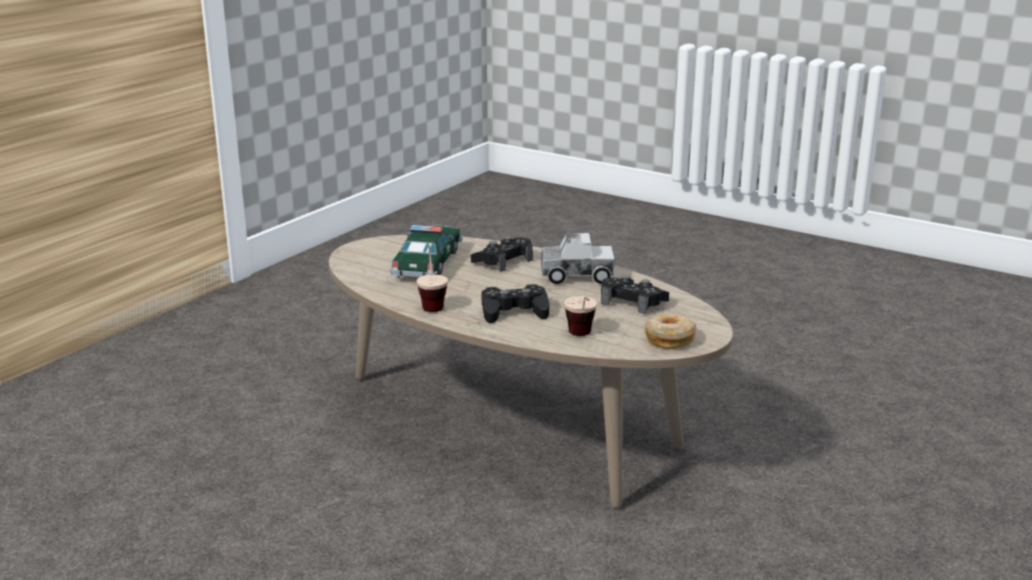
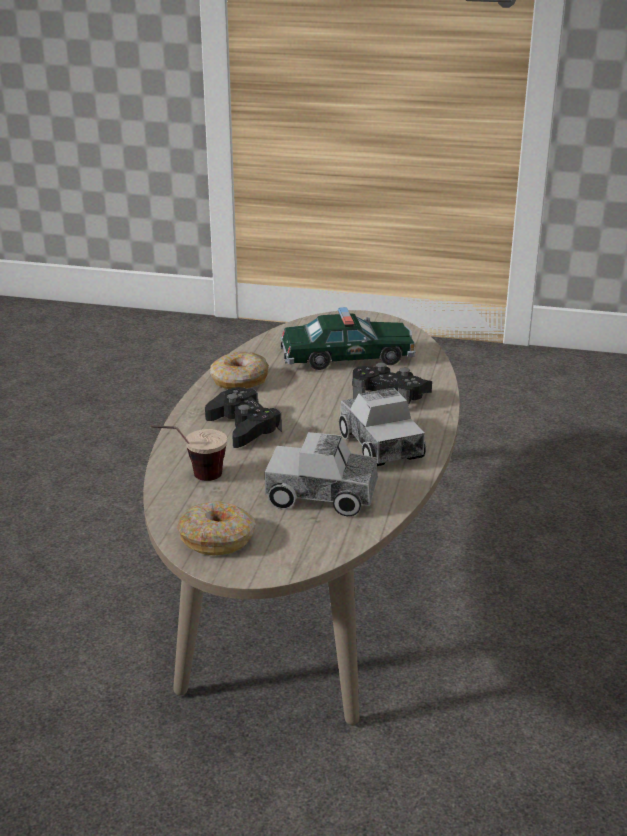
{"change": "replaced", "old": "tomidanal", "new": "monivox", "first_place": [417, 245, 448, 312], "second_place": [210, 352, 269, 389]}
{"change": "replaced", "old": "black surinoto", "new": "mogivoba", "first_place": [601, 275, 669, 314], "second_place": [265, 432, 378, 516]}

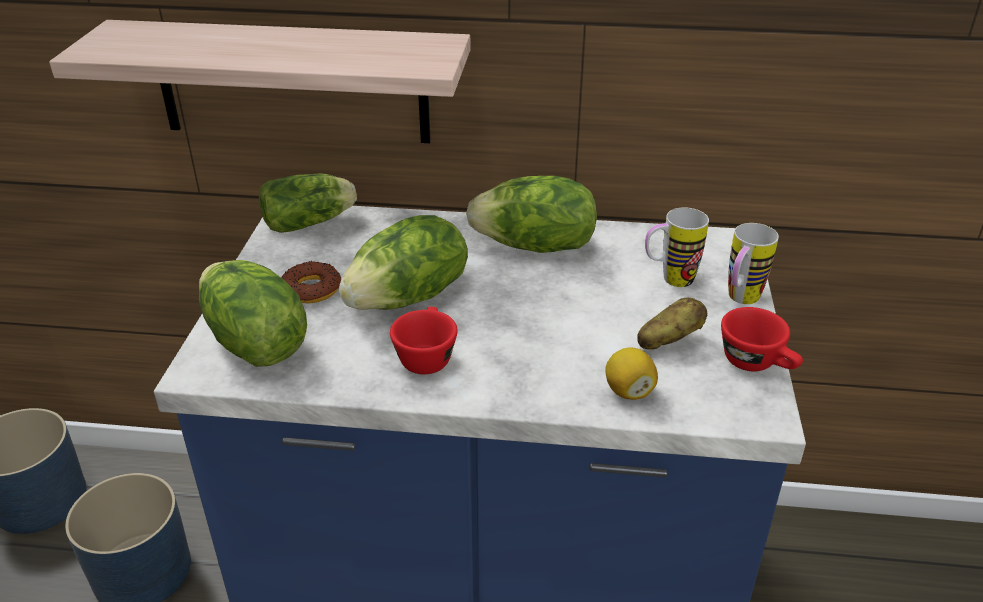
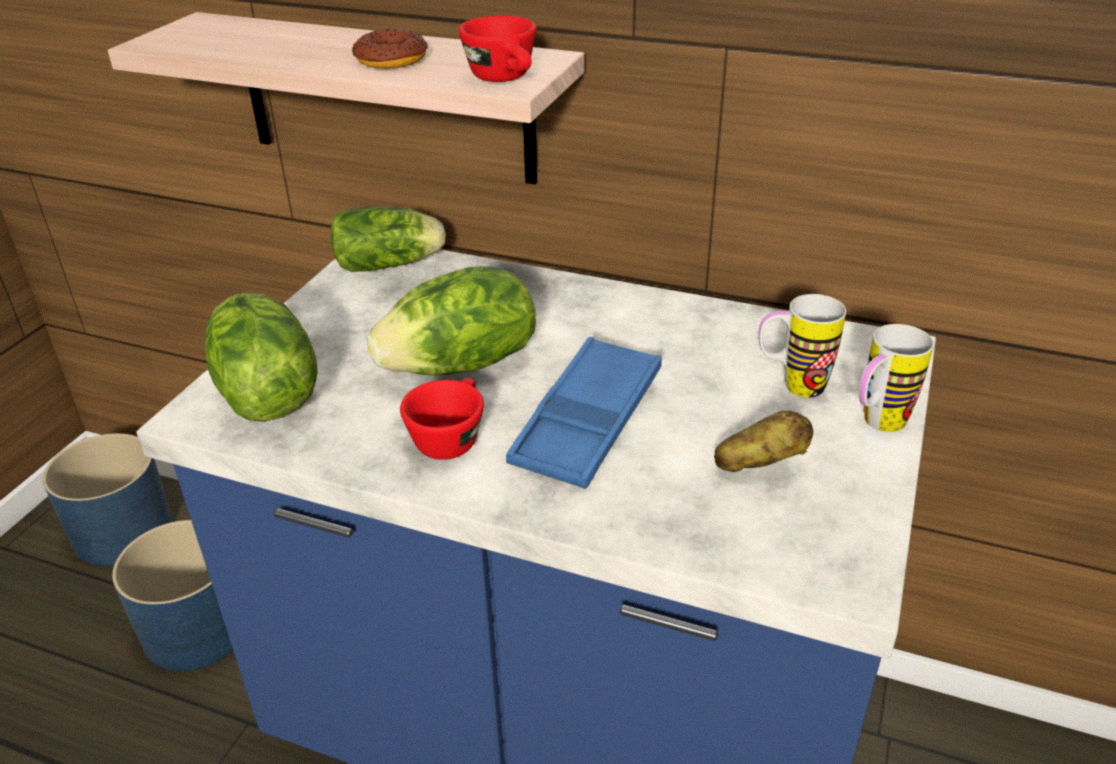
{"change": "moved", "old": "monivox", "first_place": [281, 261, 341, 303], "second_place": [352, 29, 428, 69]}
{"change": "moved", "old": "red tomidanal", "first_place": [721, 307, 803, 371], "second_place": [459, 16, 537, 82]}
{"change": "added", "new": "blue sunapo", "second_place": [506, 337, 662, 489]}
{"change": "removed", "old": "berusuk", "first_place": [466, 176, 597, 253]}
{"change": "removed", "old": "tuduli", "first_place": [605, 347, 658, 400]}

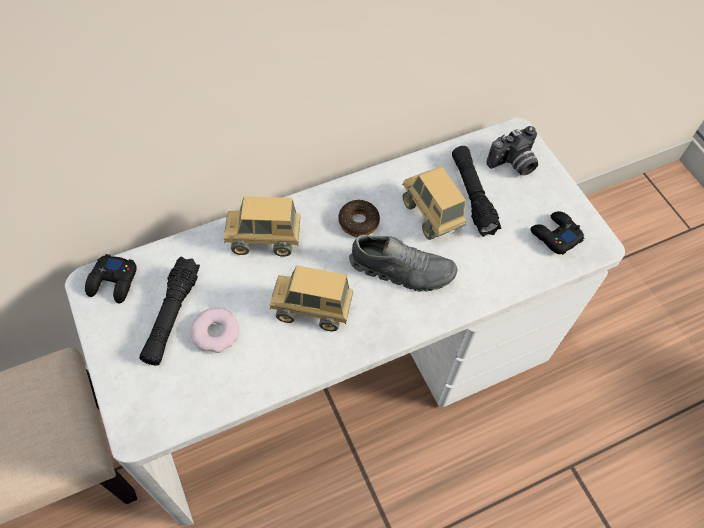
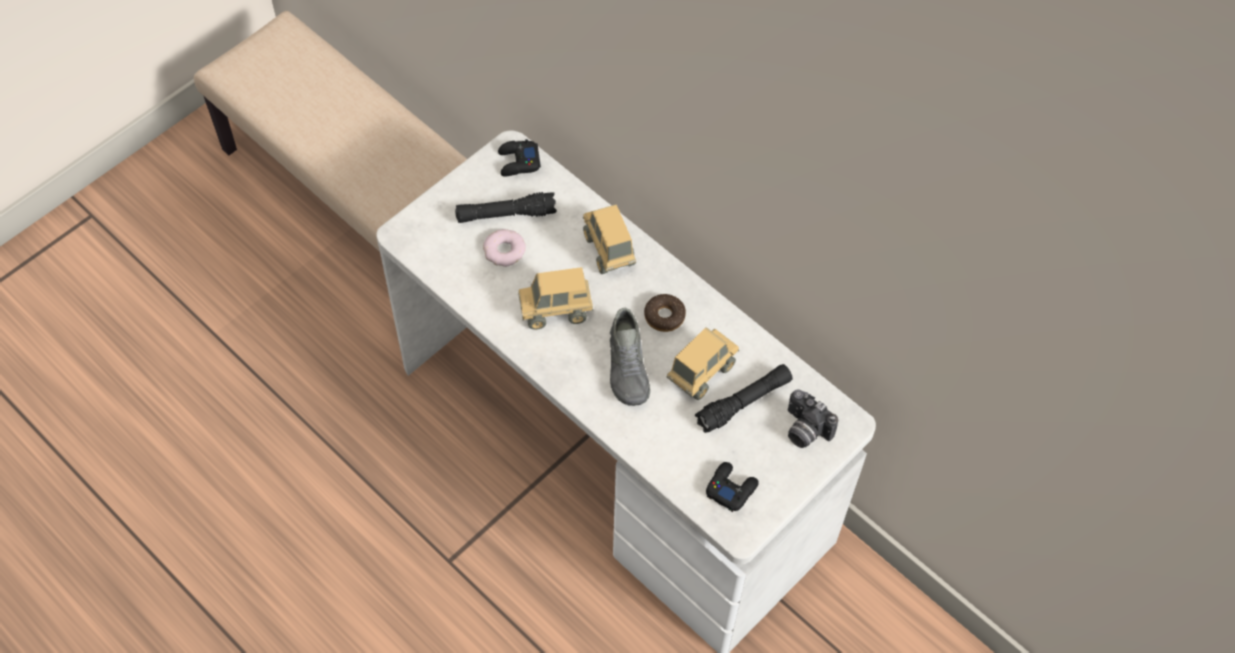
{"change": "turned", "old": "mogivoba", "first_place": [270, 265, 353, 332], "second_place": [518, 267, 593, 330], "degrees": -90}

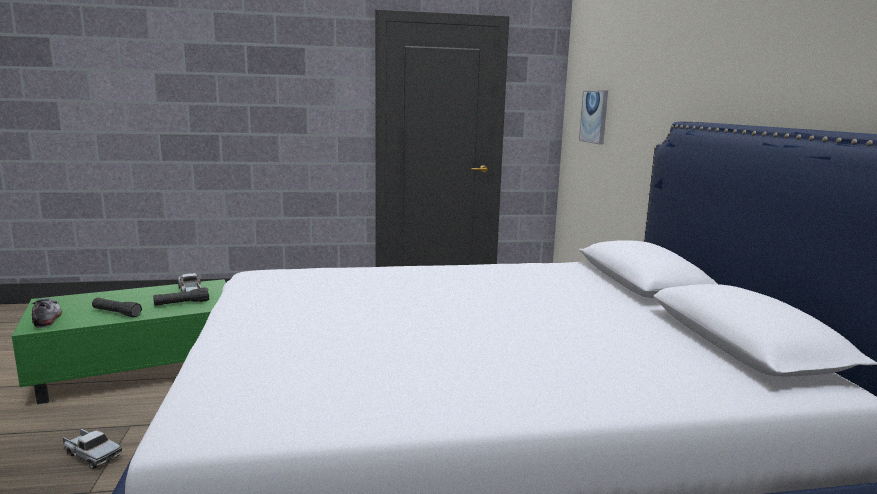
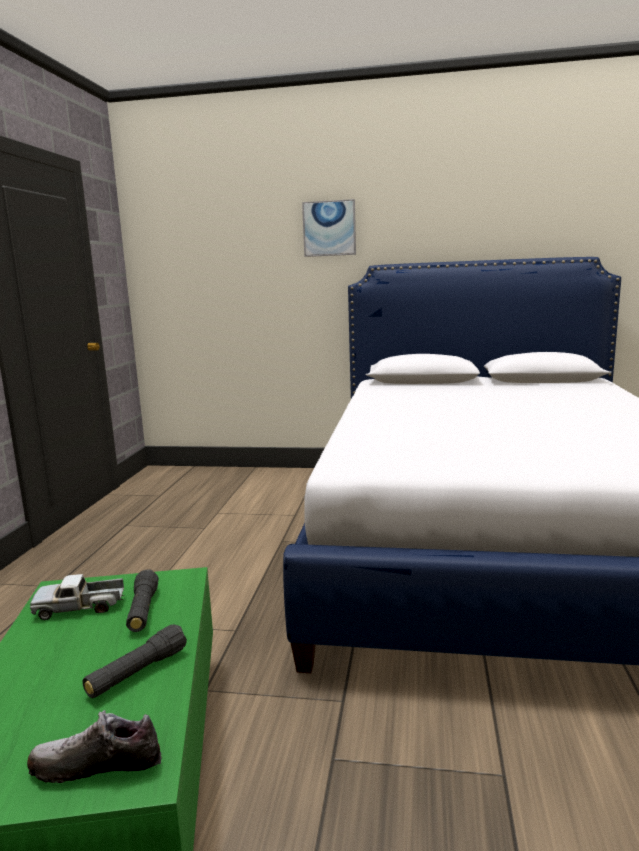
{"change": "moved", "old": "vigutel", "first_place": [579, 90, 608, 145], "second_place": [302, 199, 356, 257]}
{"change": "removed", "old": "mogivoba", "first_place": [62, 429, 122, 469]}

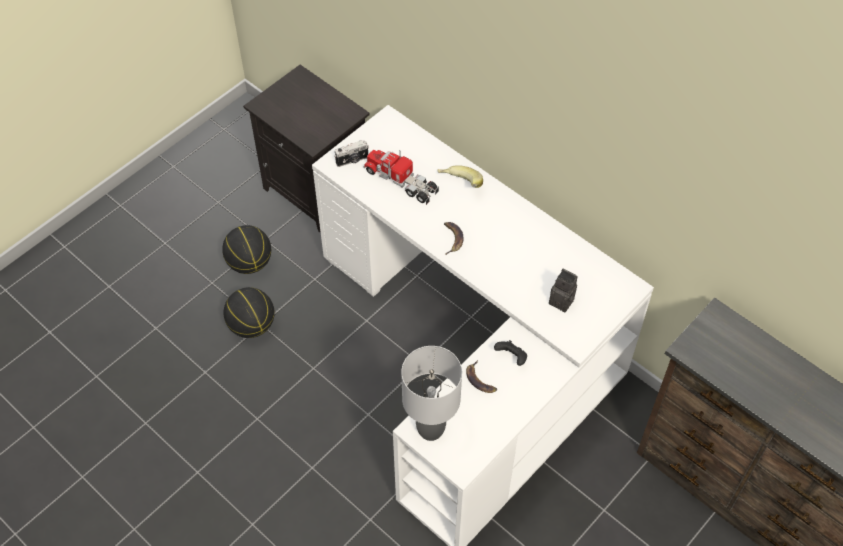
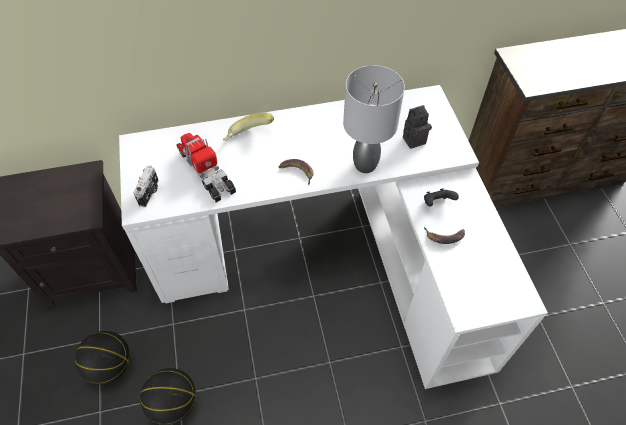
{"change": "turned", "old": "mogivoba", "first_place": [363, 150, 439, 205], "second_place": [176, 133, 236, 202], "degrees": 75}
{"change": "moved", "old": "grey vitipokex", "first_place": [401, 346, 462, 441], "second_place": [343, 65, 405, 173]}

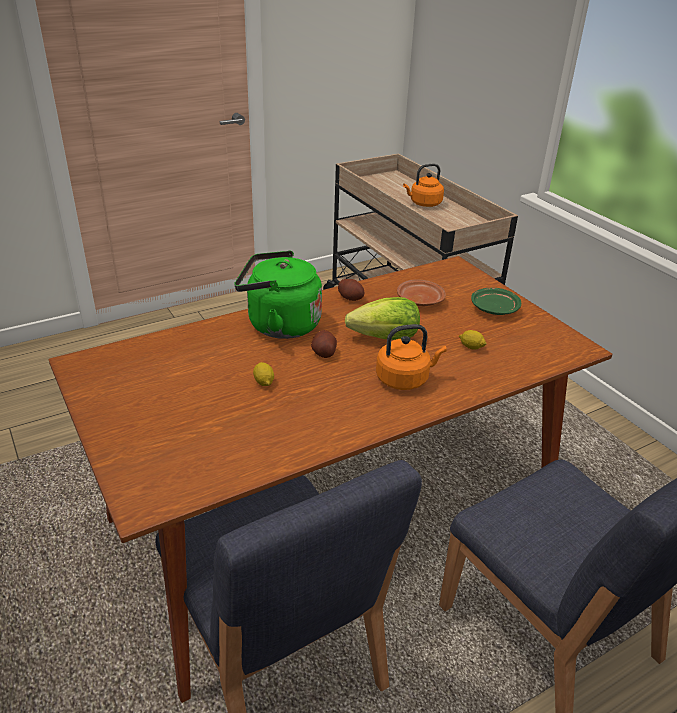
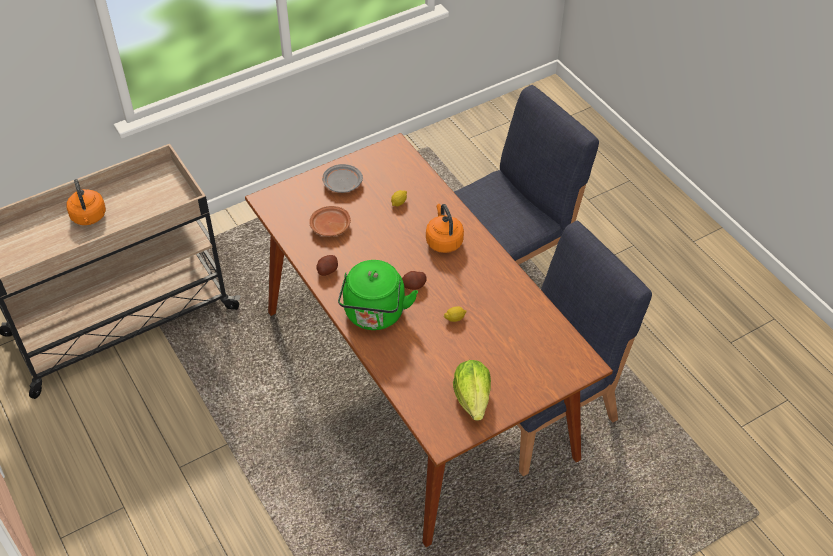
{"change": "recoloured", "old": "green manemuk", "new": "grey manemuk", "first_place": [471, 288, 521, 315], "second_place": [322, 164, 363, 193]}
{"change": "moved", "old": "berusuk", "first_place": [345, 297, 420, 340], "second_place": [453, 360, 491, 421]}

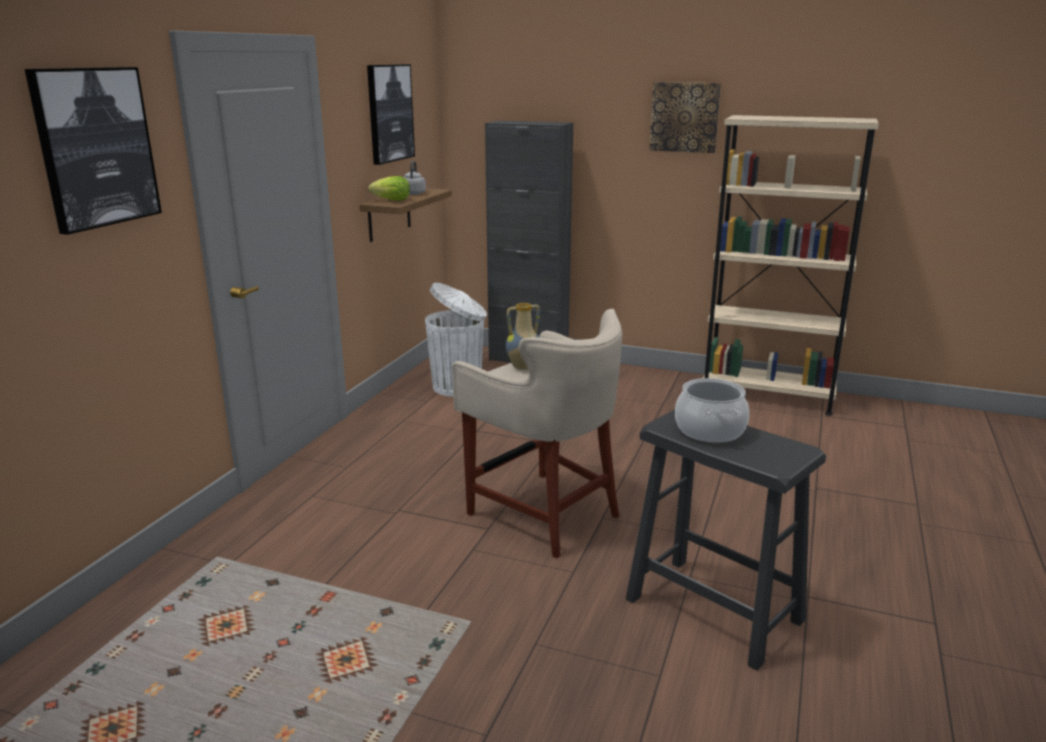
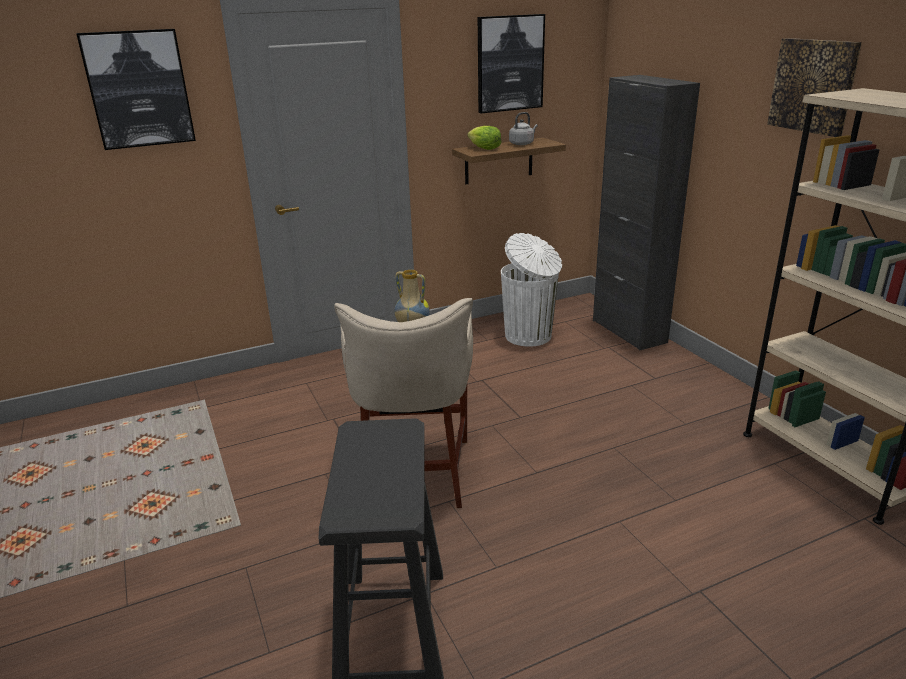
{"change": "removed", "old": "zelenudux", "first_place": [675, 378, 749, 443]}

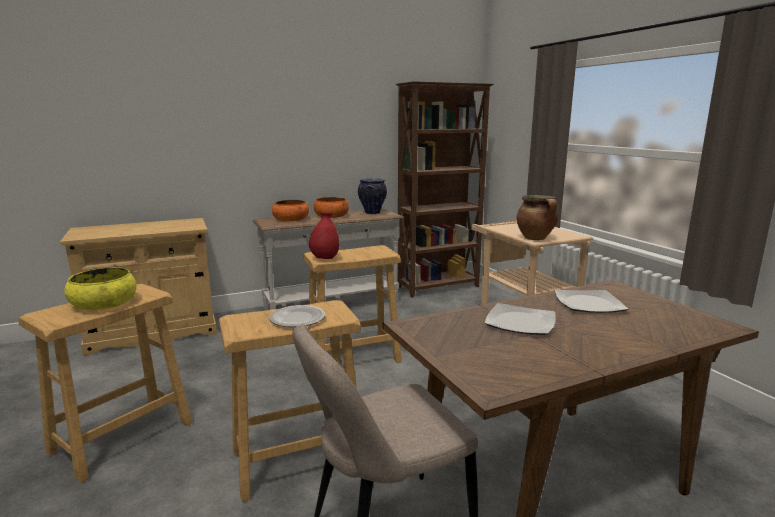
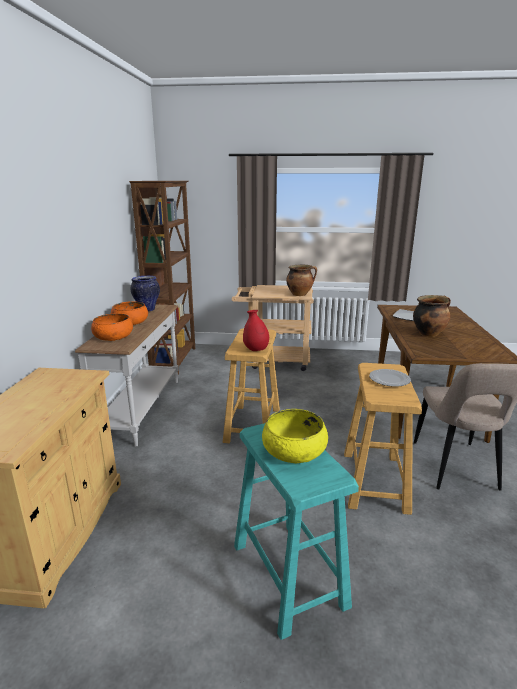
{"change": "recoloured", "old": "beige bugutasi", "new": "turquoise bugutasi", "first_place": [18, 284, 192, 483], "second_place": [234, 423, 359, 640]}
{"change": "replaced", "old": "manemuk", "new": "zelenudux", "first_place": [485, 303, 556, 335], "second_place": [413, 295, 451, 337]}

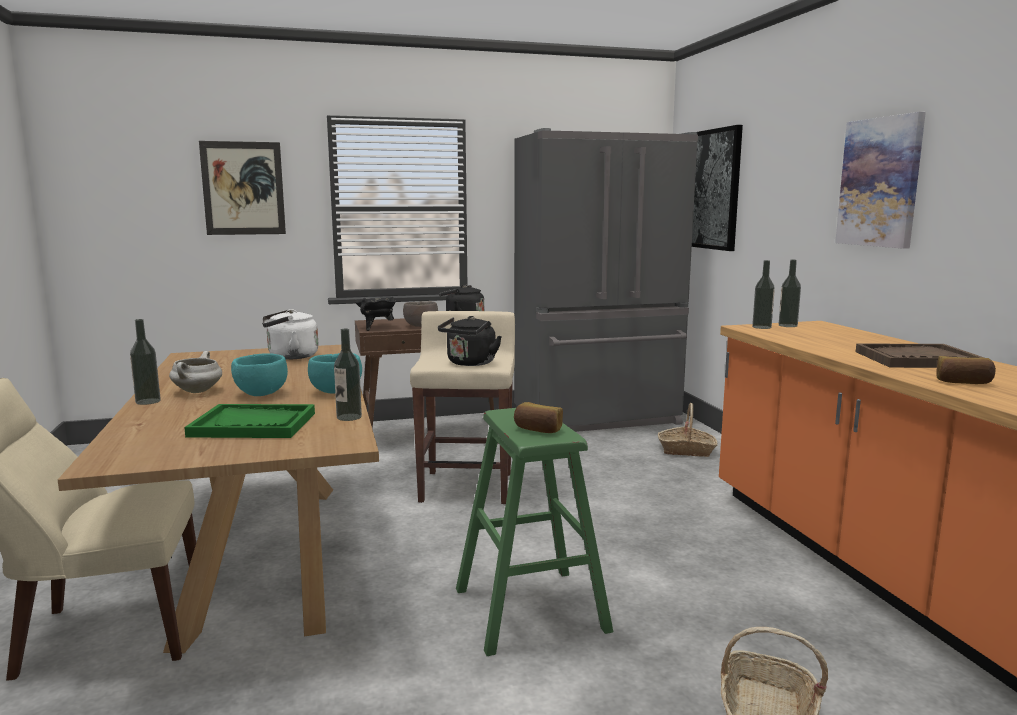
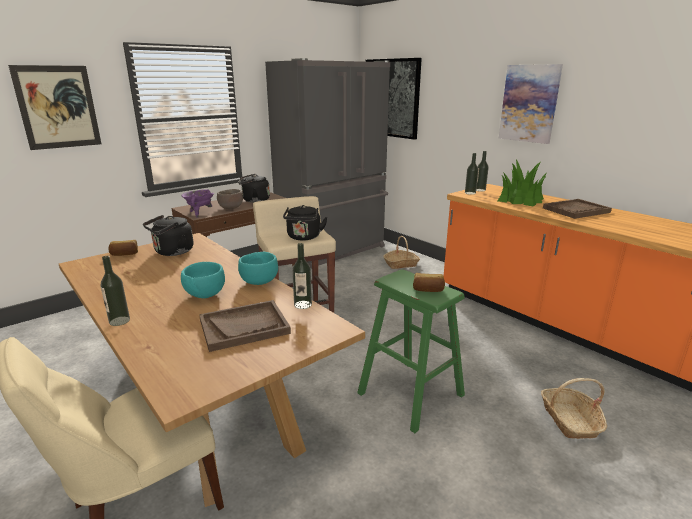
{"change": "moved", "old": "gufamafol", "first_place": [936, 356, 996, 384], "second_place": [109, 240, 138, 256]}
{"change": "recoloured", "old": "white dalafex", "new": "black dalafex", "first_place": [262, 309, 319, 359], "second_place": [143, 215, 193, 256]}
{"change": "recoloured", "old": "black zelenudux", "new": "purple zelenudux", "first_place": [355, 297, 396, 331], "second_place": [181, 189, 214, 218]}
{"change": "recoloured", "old": "green sunapo", "new": "brown sunapo", "first_place": [184, 404, 315, 438], "second_place": [199, 300, 291, 352]}
{"change": "added", "new": "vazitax", "second_place": [498, 159, 546, 206]}
{"change": "removed", "old": "white zelenudux", "first_place": [169, 351, 222, 393]}

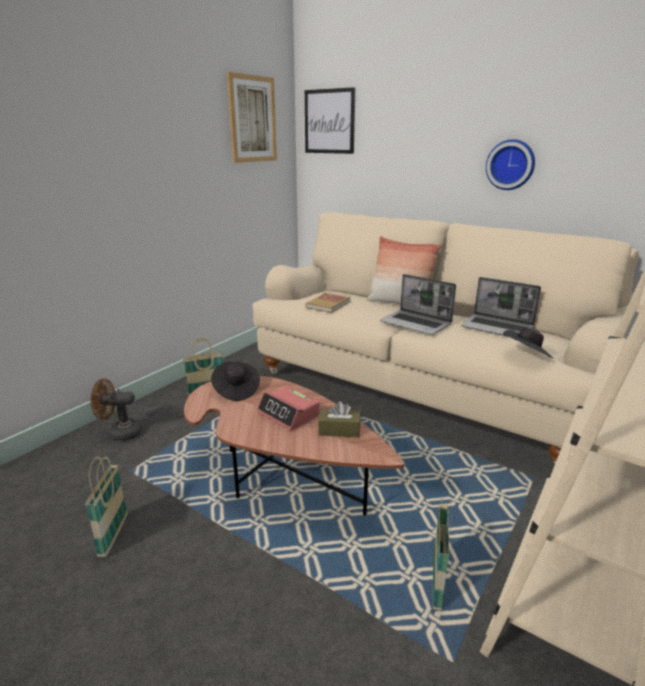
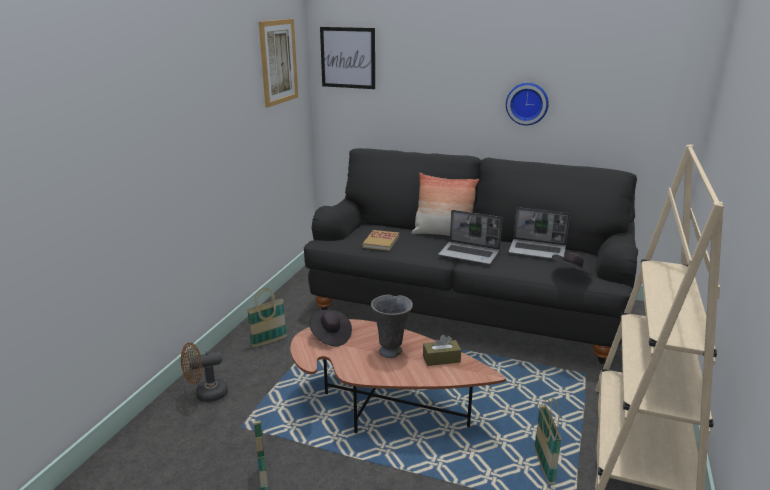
{"change": "recoloured", "old": "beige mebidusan", "new": "black mebidusan", "first_place": [252, 212, 639, 464], "second_place": [304, 148, 638, 364]}
{"change": "replaced", "old": "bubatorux", "new": "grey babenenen", "first_place": [257, 386, 320, 431], "second_place": [371, 295, 413, 358]}

